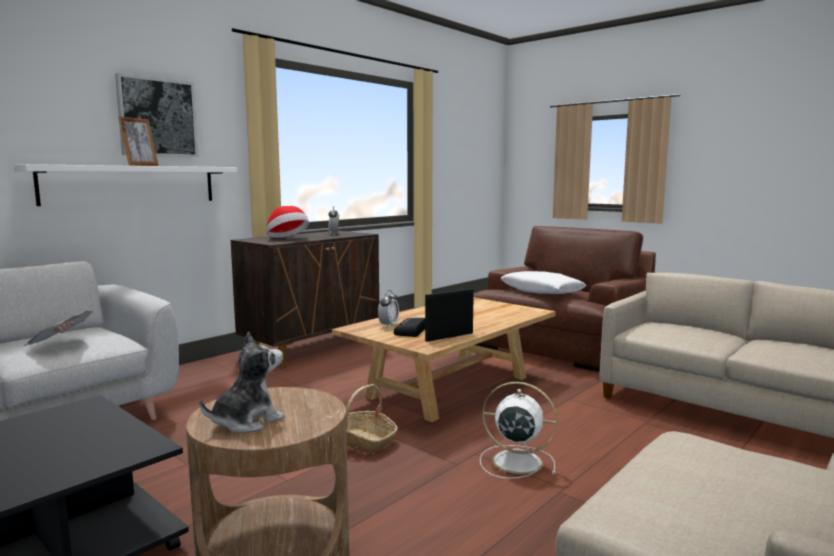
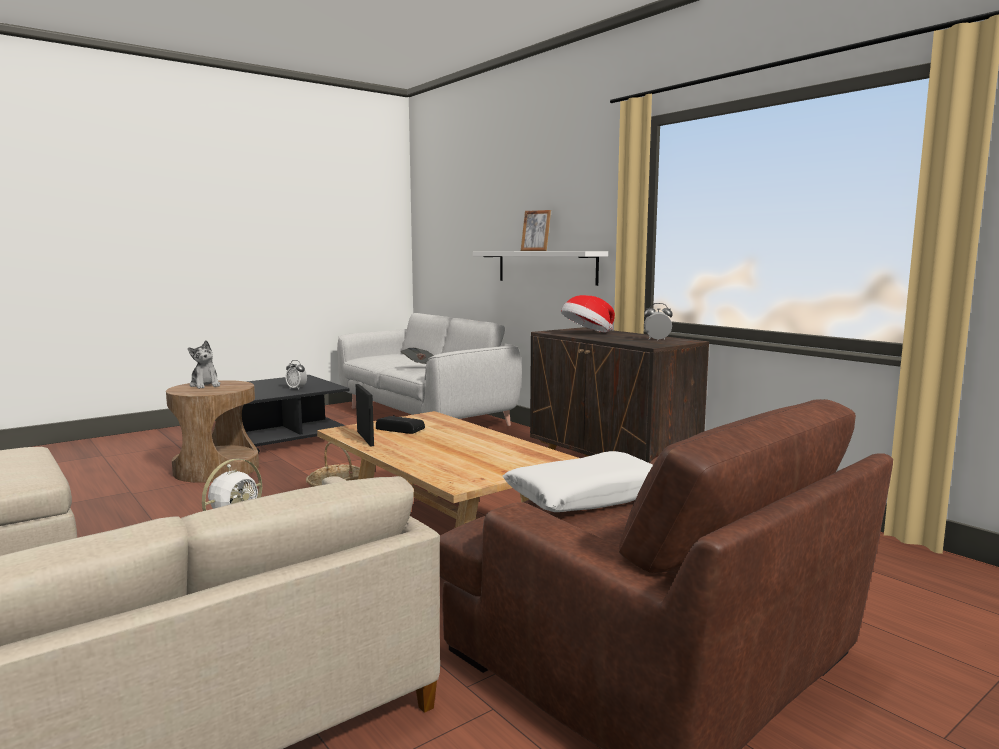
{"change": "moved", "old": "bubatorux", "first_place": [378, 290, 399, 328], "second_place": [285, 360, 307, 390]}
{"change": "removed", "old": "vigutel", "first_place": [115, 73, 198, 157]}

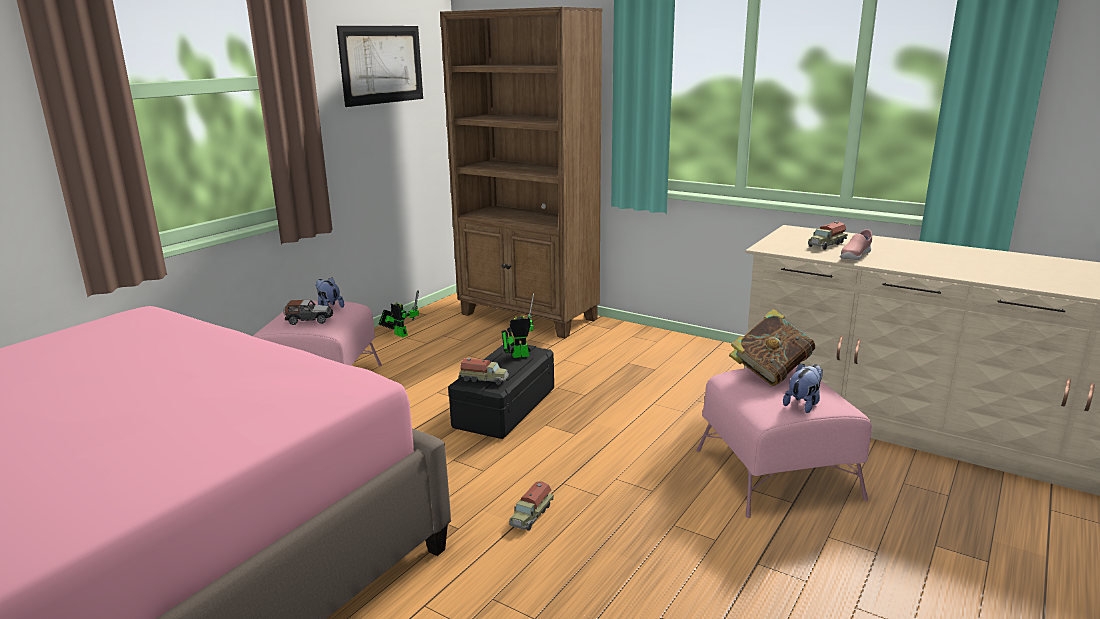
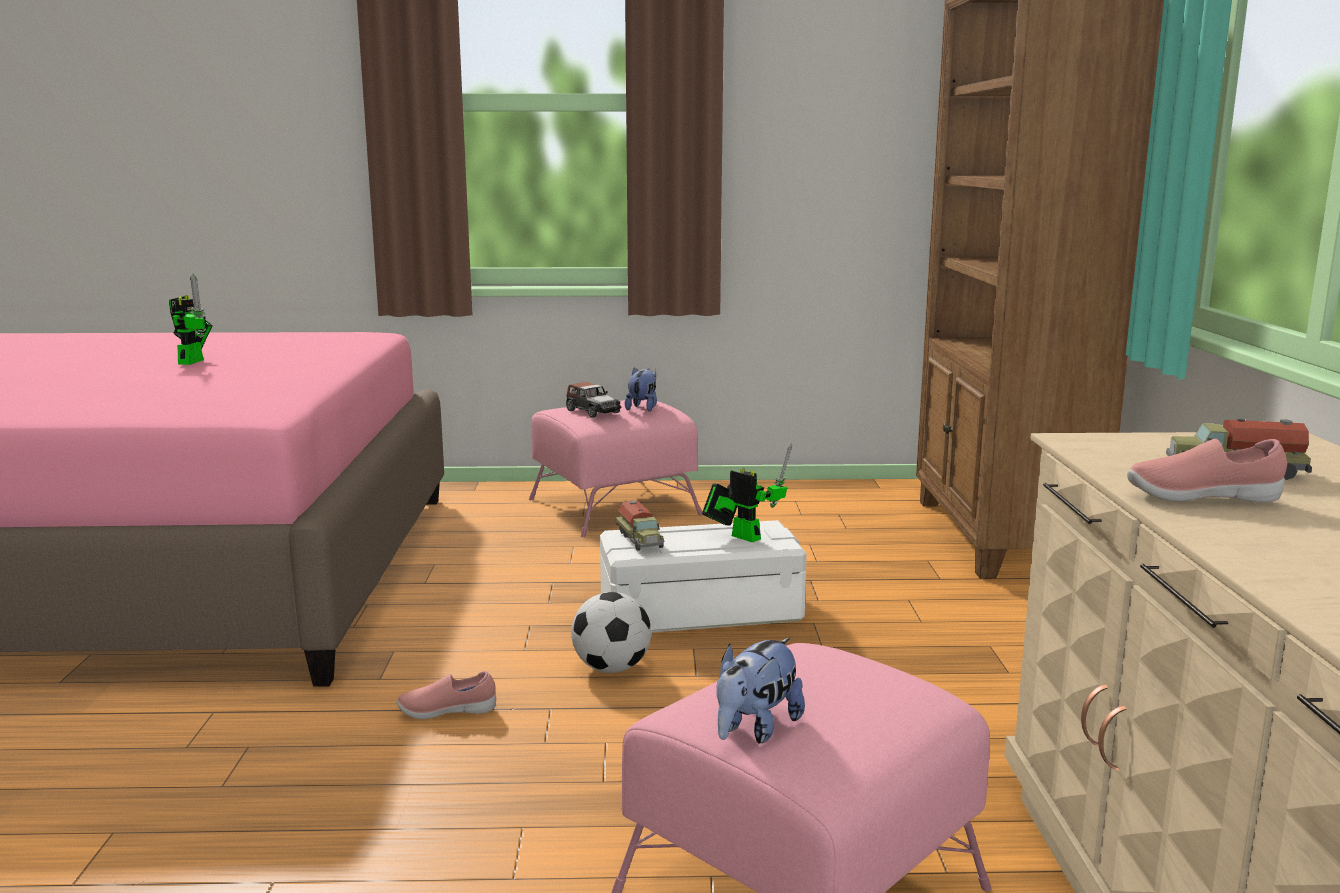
{"change": "moved", "old": "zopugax", "first_place": [379, 290, 419, 338], "second_place": [169, 274, 212, 365]}
{"change": "replaced", "old": "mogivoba", "new": "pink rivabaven", "first_place": [509, 481, 554, 531], "second_place": [396, 671, 496, 719]}
{"change": "added", "new": "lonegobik", "second_place": [571, 592, 651, 673]}
{"change": "recoloured", "old": "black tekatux", "new": "white tekatux", "first_place": [448, 344, 554, 439], "second_place": [600, 520, 807, 633]}
{"change": "turned", "old": "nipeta", "first_place": [783, 363, 823, 413], "second_place": [716, 638, 805, 744], "degrees": 120}
{"change": "removed", "old": "vigutel", "first_place": [337, 26, 423, 107]}
{"change": "removed", "old": "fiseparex", "first_place": [729, 309, 815, 386]}

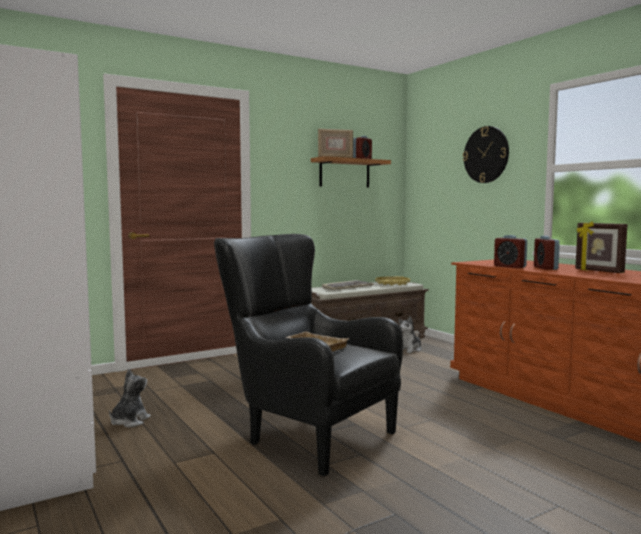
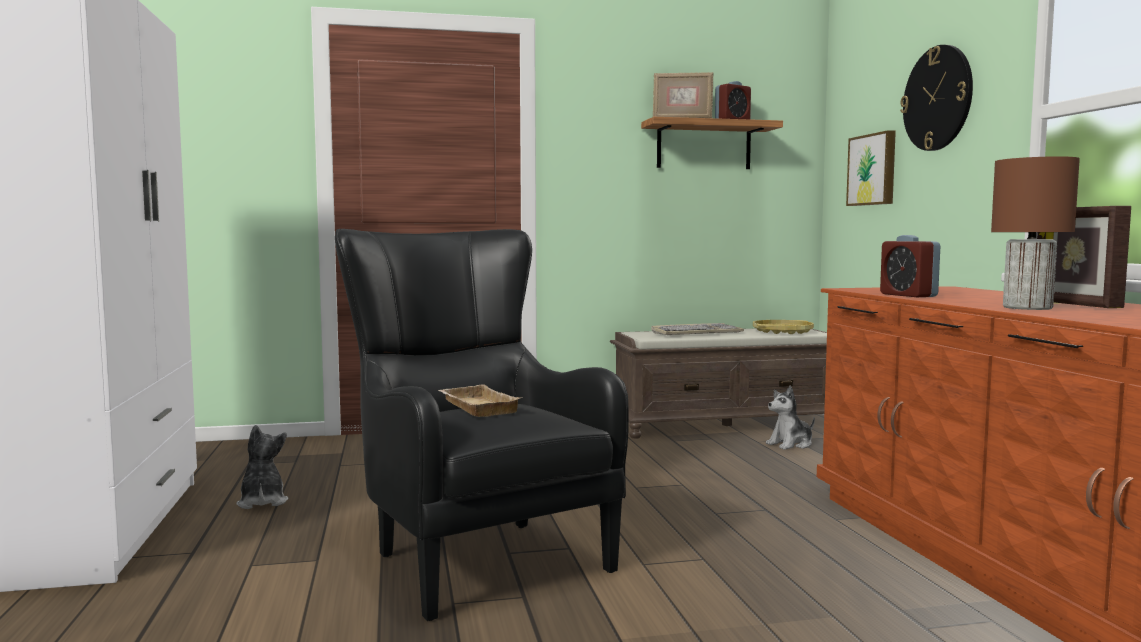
{"change": "turned", "old": "nipeta", "first_place": [109, 369, 151, 428], "second_place": [236, 425, 288, 509], "degrees": -60}
{"change": "added", "new": "vigutel", "second_place": [846, 130, 896, 206]}
{"change": "added", "new": "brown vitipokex", "second_place": [991, 156, 1080, 310]}
{"change": "removed", "old": "bubatorux", "first_place": [534, 236, 560, 270]}

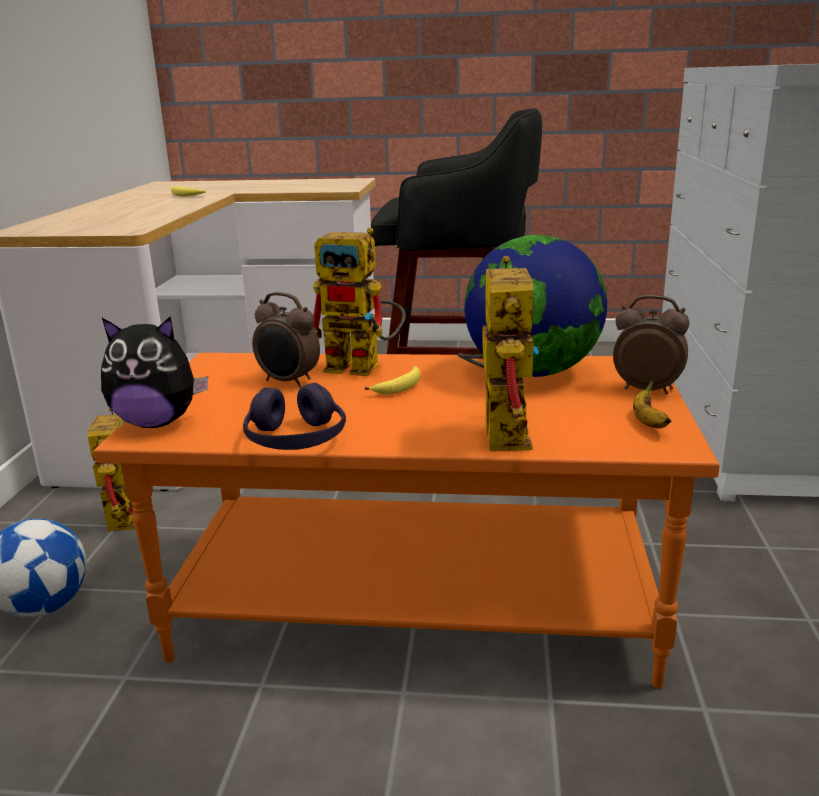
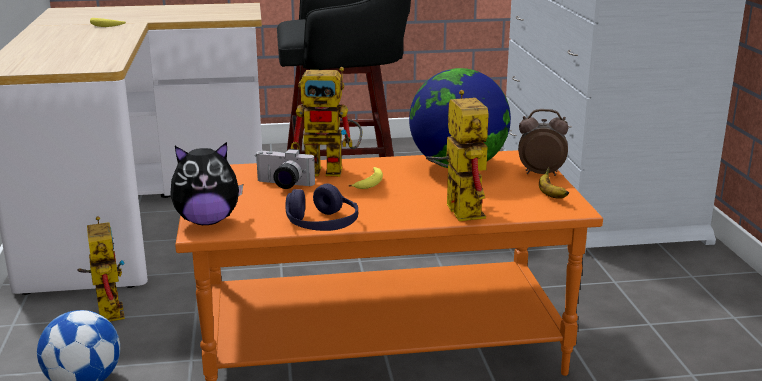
{"change": "replaced", "old": "bubatorux", "new": "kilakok", "first_place": [252, 292, 320, 388], "second_place": [256, 149, 315, 189]}

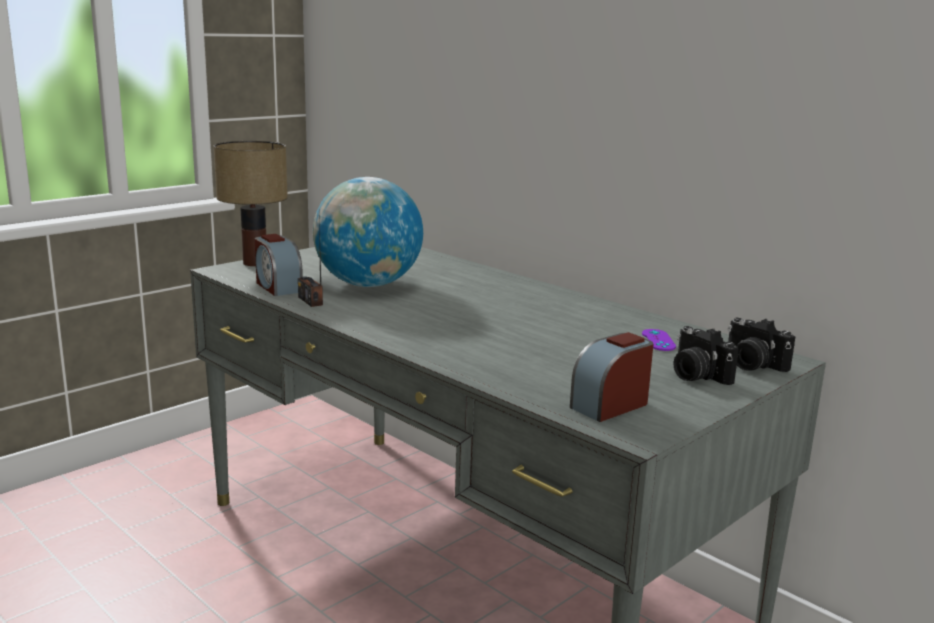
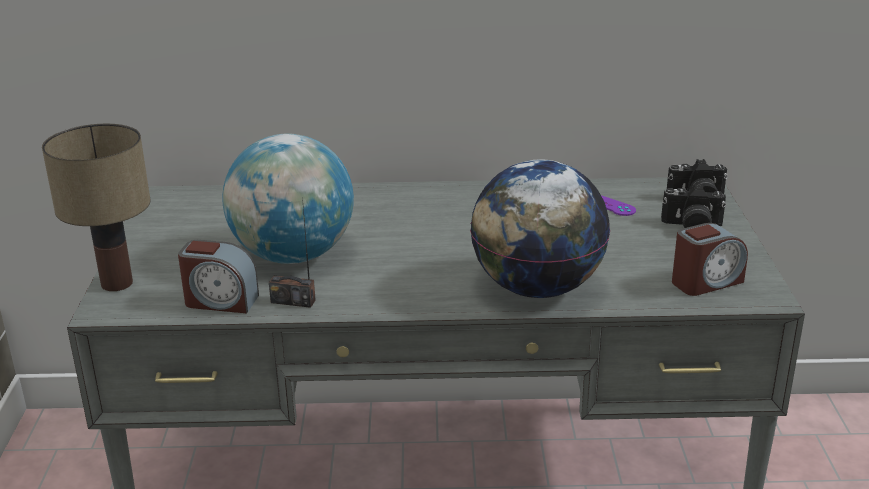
{"change": "added", "new": "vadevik", "second_place": [470, 159, 610, 298]}
{"change": "turned", "old": "bubatorux", "first_place": [570, 332, 654, 422], "second_place": [672, 223, 748, 296], "degrees": -120}

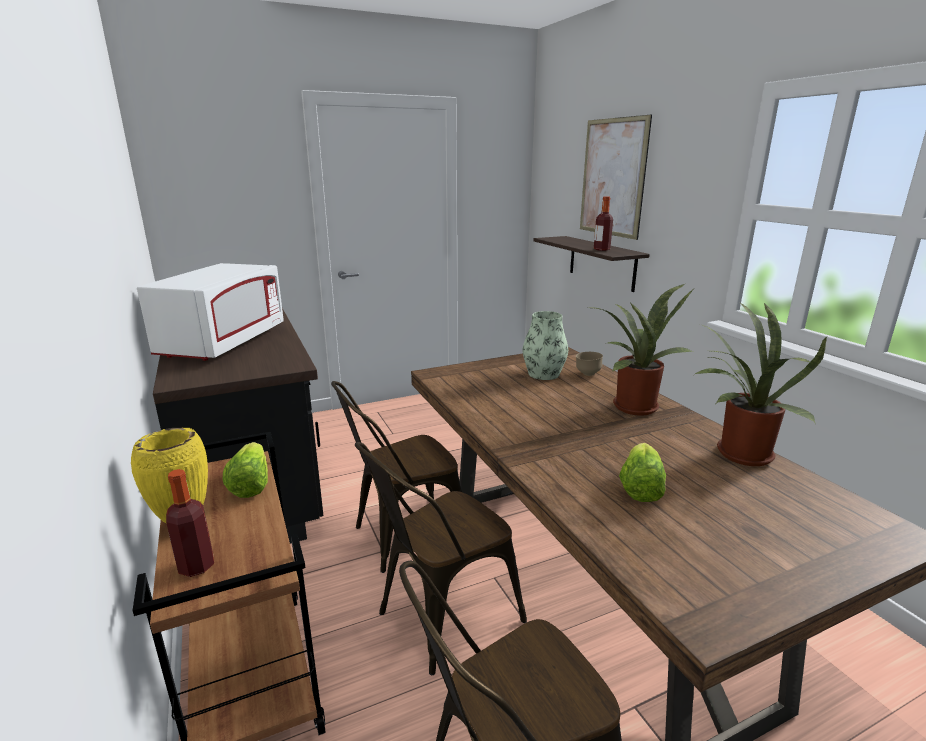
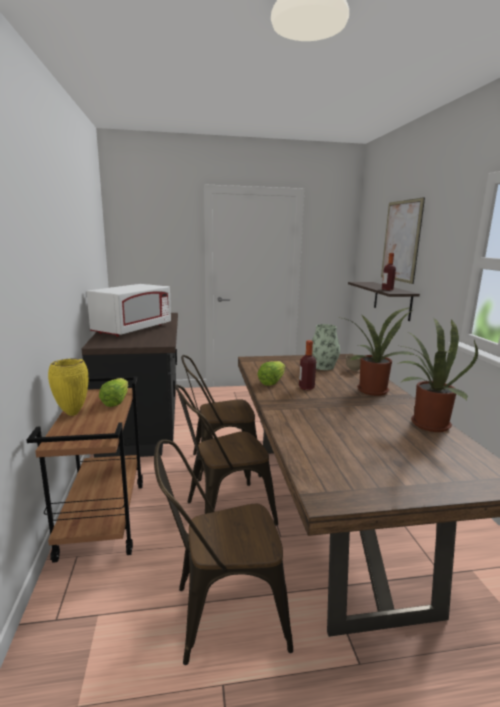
{"change": "moved", "old": "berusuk", "first_place": [619, 443, 666, 502], "second_place": [257, 361, 286, 386]}
{"change": "moved", "old": "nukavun", "first_place": [166, 469, 214, 577], "second_place": [299, 340, 316, 390]}

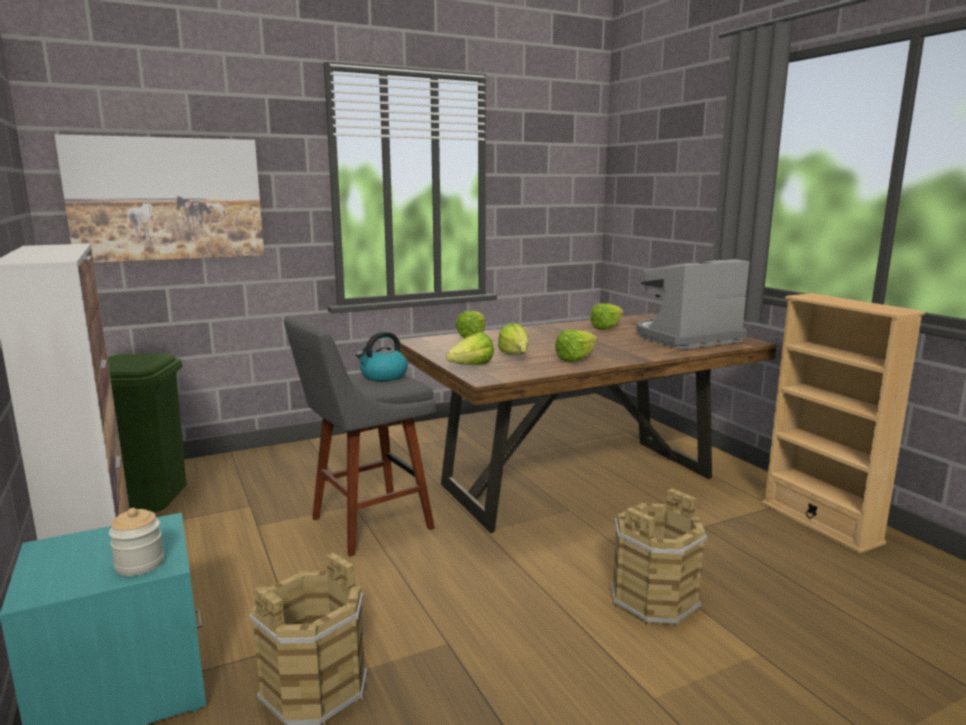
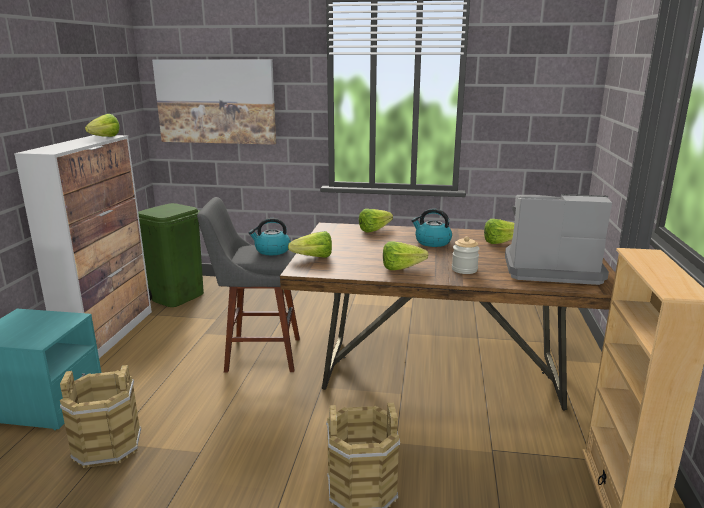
{"change": "moved", "old": "berusuk", "first_place": [498, 323, 529, 355], "second_place": [85, 114, 120, 137]}
{"change": "added", "new": "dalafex", "second_place": [411, 209, 452, 247]}
{"change": "moved", "old": "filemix", "first_place": [109, 508, 164, 576], "second_place": [452, 236, 480, 274]}

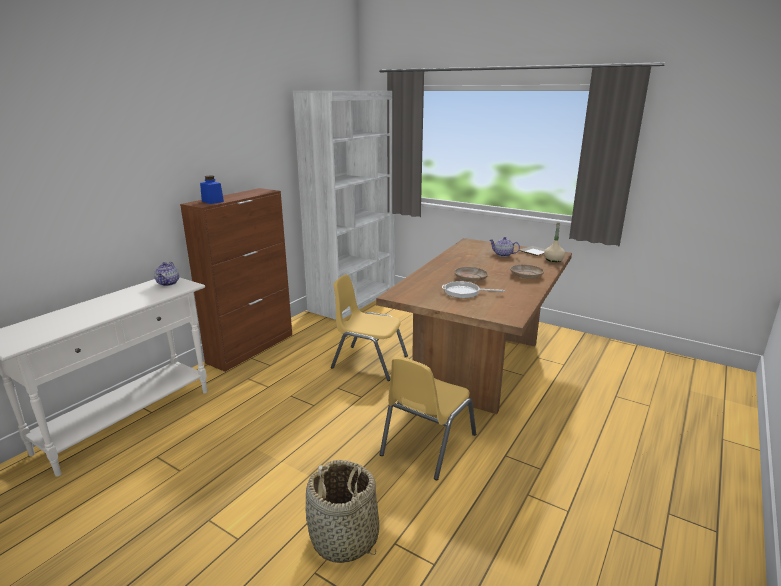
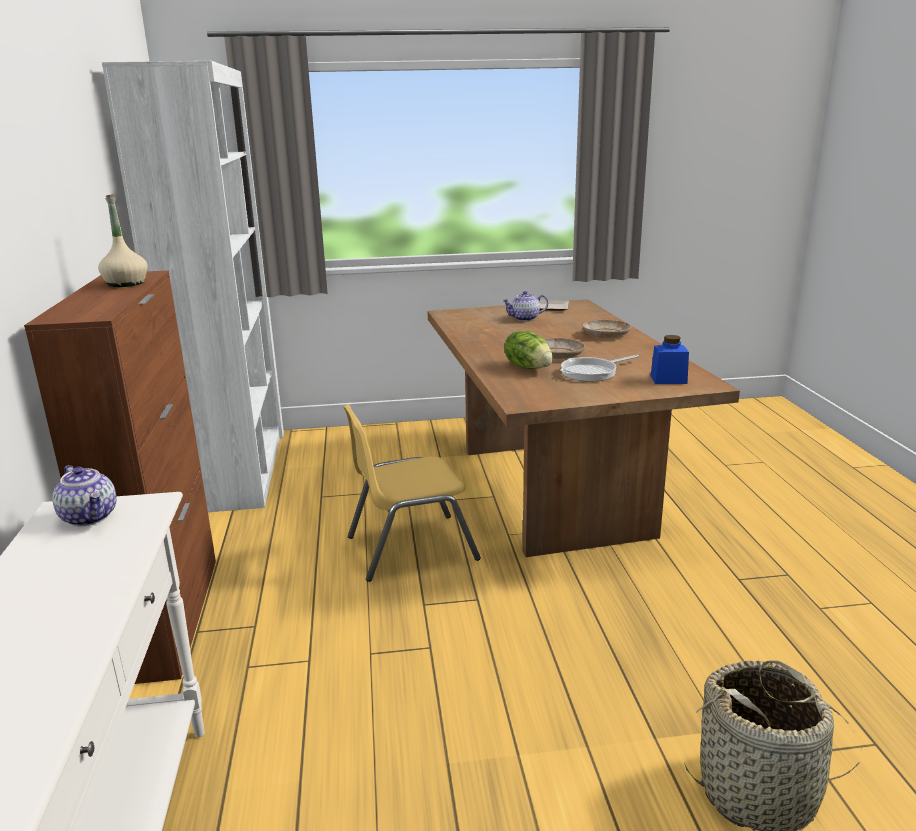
{"change": "moved", "old": "beige nukavun", "first_place": [544, 223, 565, 262], "second_place": [98, 194, 148, 287]}
{"change": "added", "new": "berusuk", "second_place": [504, 331, 553, 369]}
{"change": "moved", "old": "blue filemix", "first_place": [200, 176, 224, 204], "second_place": [651, 335, 689, 384]}
{"change": "removed", "old": "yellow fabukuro", "first_place": [379, 357, 476, 480]}

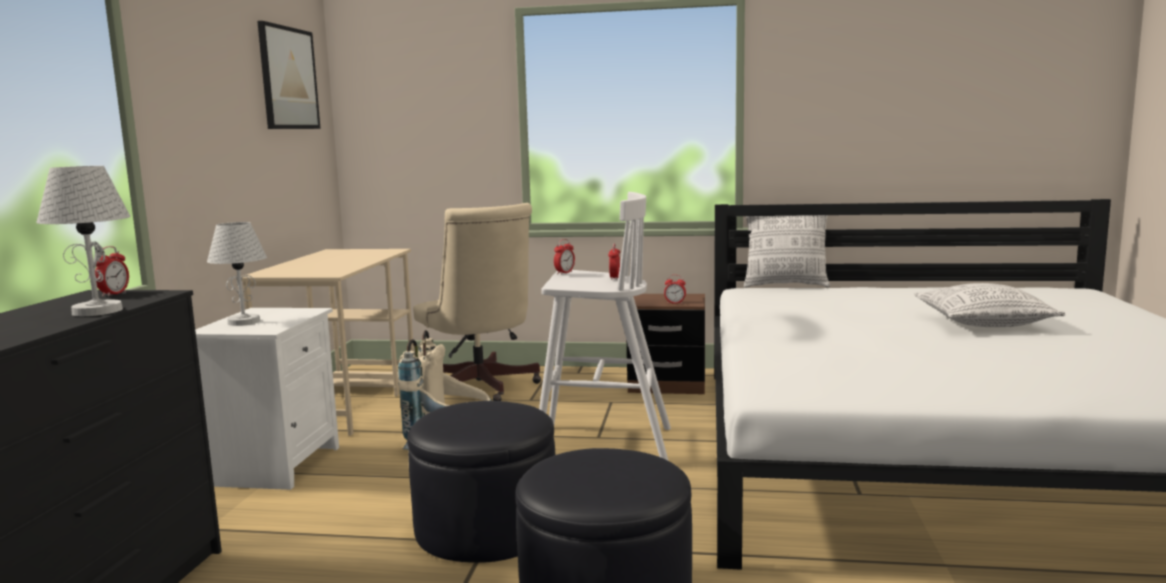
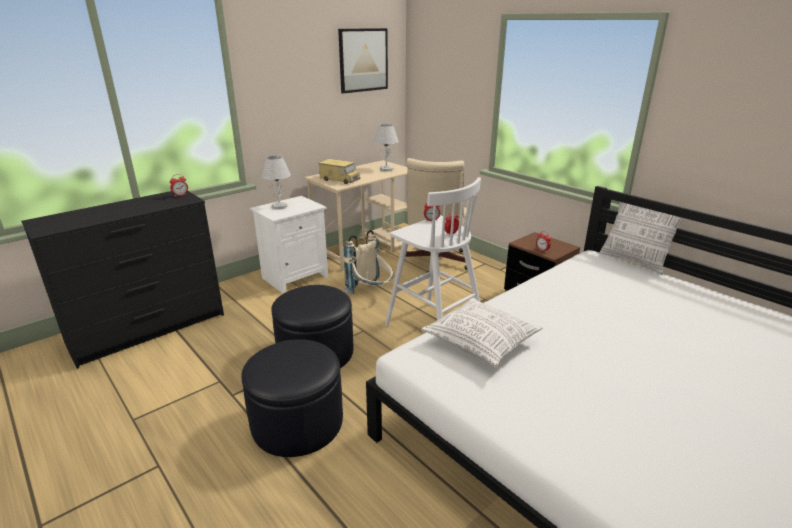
{"change": "added", "new": "mogivoba", "second_place": [318, 159, 360, 184]}
{"change": "moved", "old": "white vitipokex", "first_place": [36, 166, 131, 316], "second_place": [374, 124, 399, 171]}
{"change": "moved", "old": "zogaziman", "first_place": [915, 283, 1065, 327], "second_place": [421, 298, 542, 368]}

